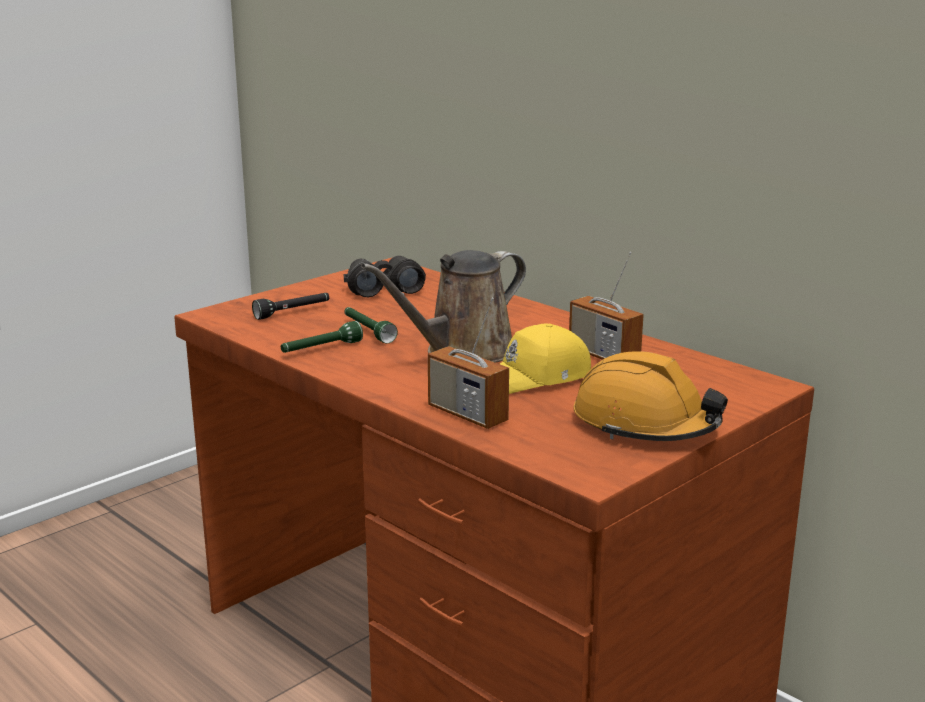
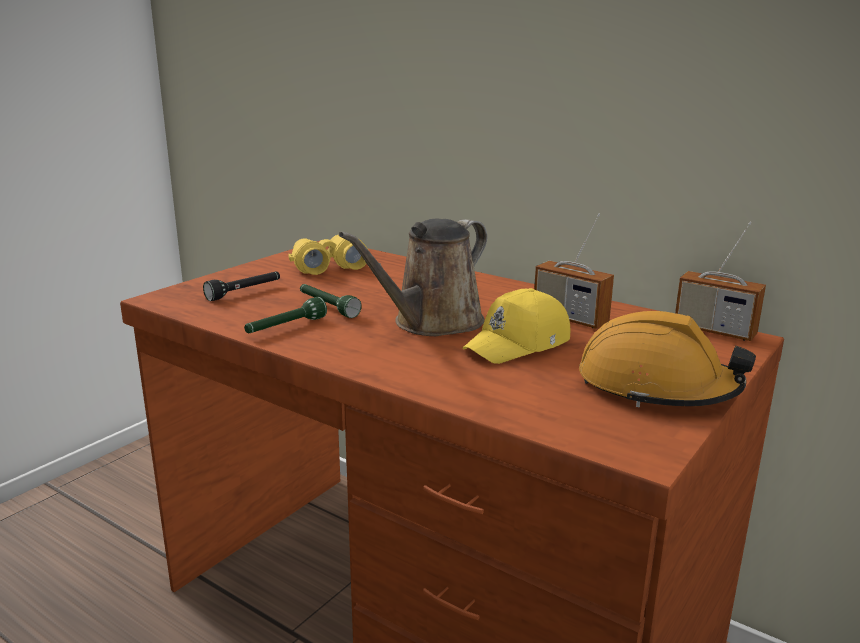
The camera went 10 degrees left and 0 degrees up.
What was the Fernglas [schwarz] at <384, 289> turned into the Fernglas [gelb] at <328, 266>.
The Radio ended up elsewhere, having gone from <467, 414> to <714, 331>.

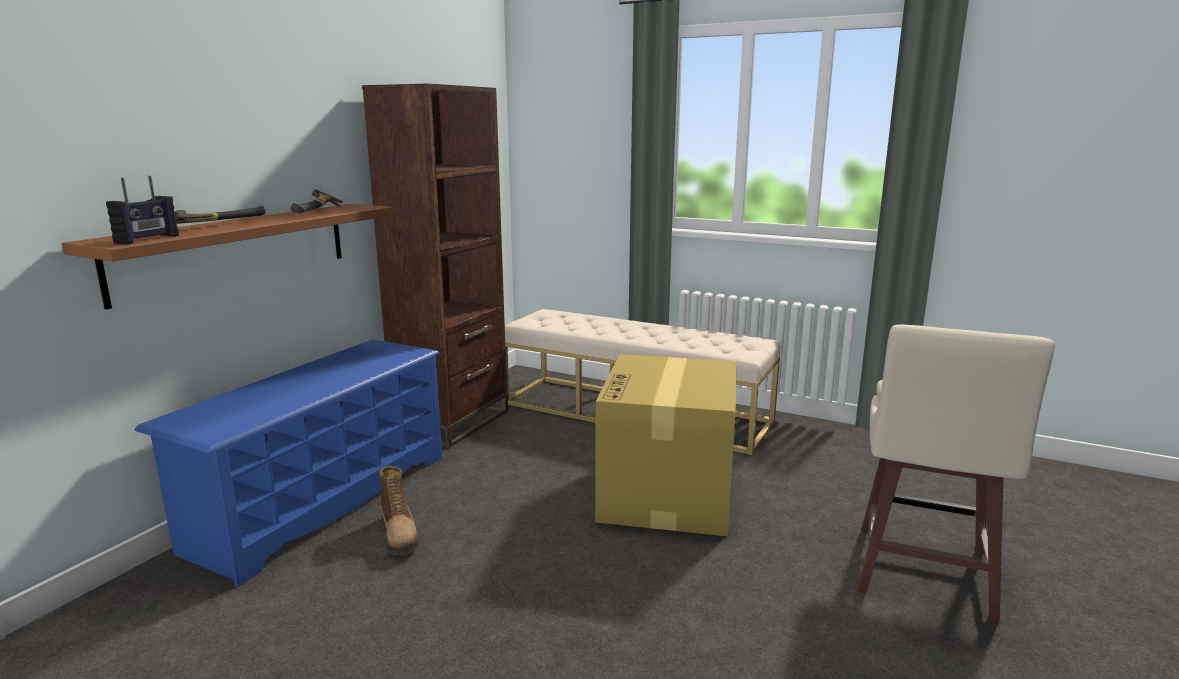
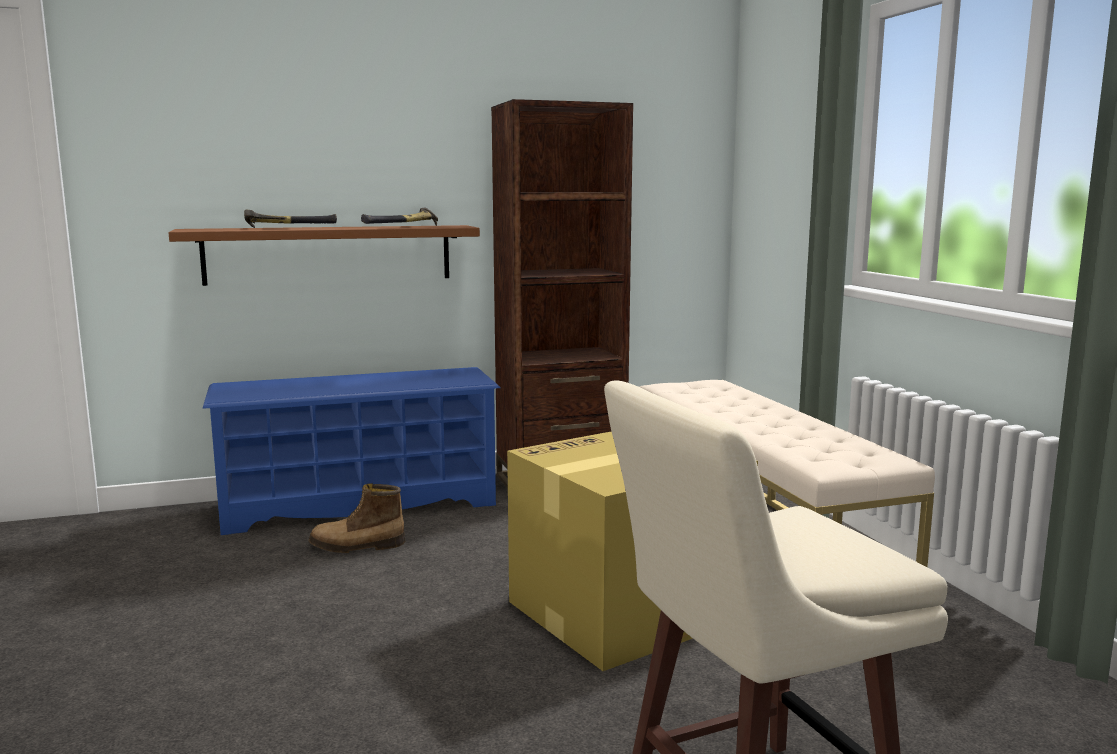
The camera went 45 degrees right and 5 degrees down.
The second view lost the Radio at <148, 239>.
The Stiefel at <400, 536> ended up facing another way, 60 degrees clockwise from before.

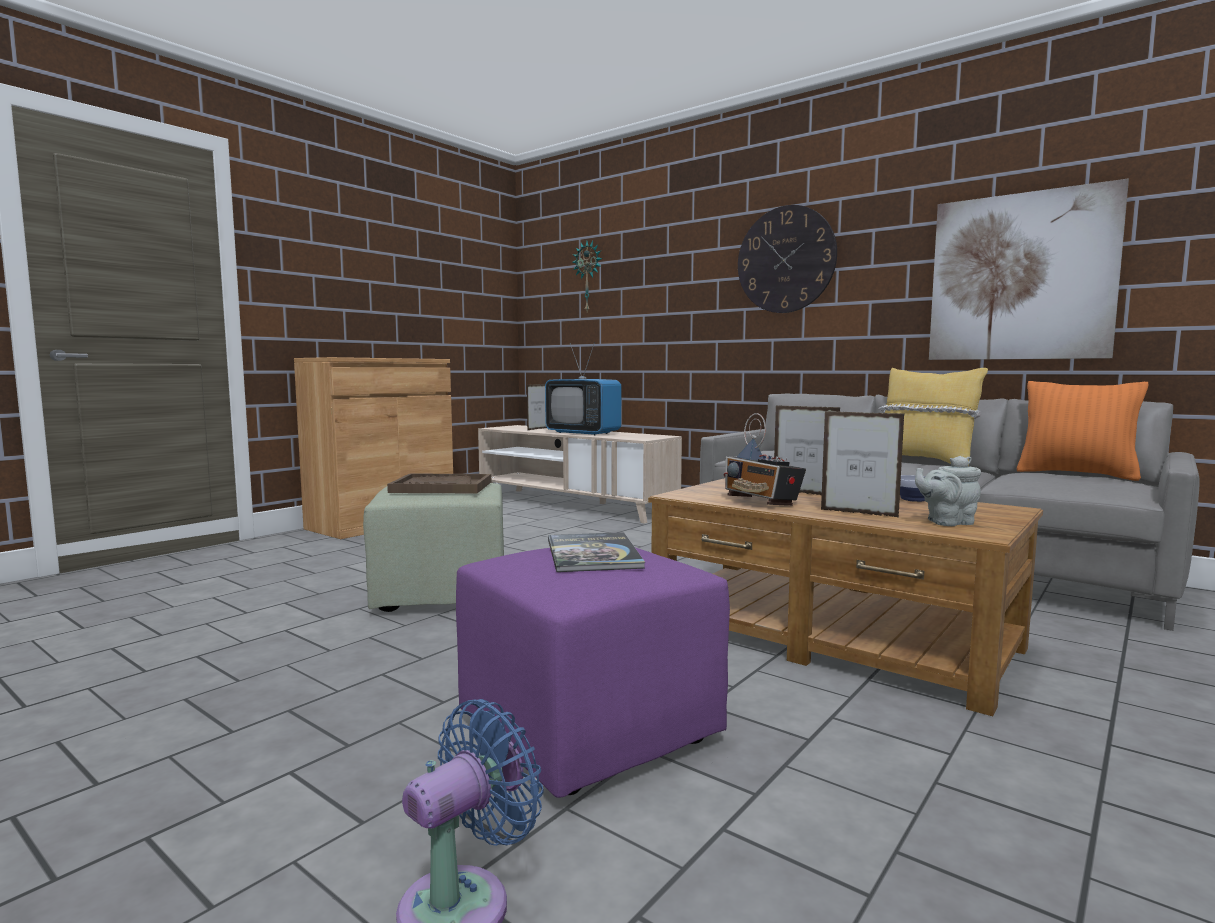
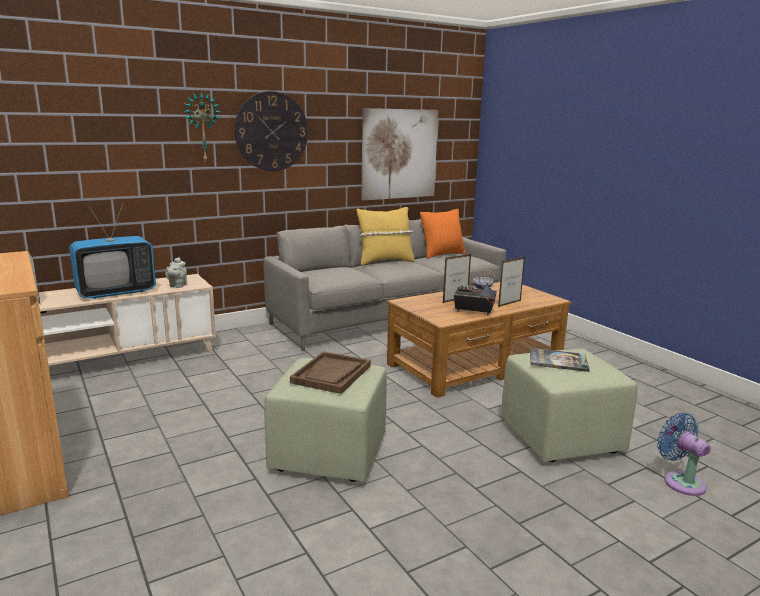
The camera went 70 degrees left and 10 degrees up.
The Wanduhr ended up elsewhere, having gone from <588, 277> to <202, 127>.
The Radio at <761, 502> ended up facing another way, 150 degrees counterclockwise from before.
The Teekanne [grau] ended up elsewhere, having gone from <947, 522> to <177, 286>.
What was the Polsterhocker [lila] at <585, 730> turned into the Polsterhocker [grün] at <559, 438>.

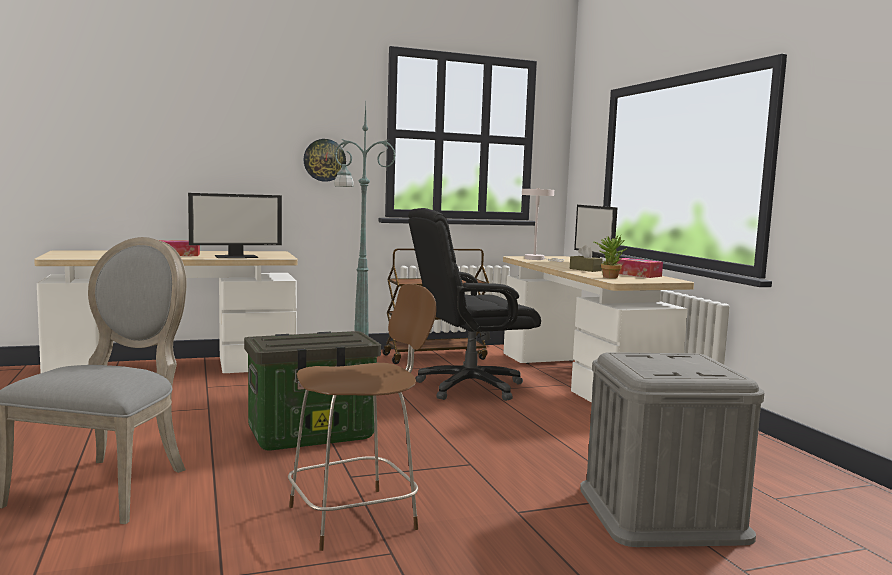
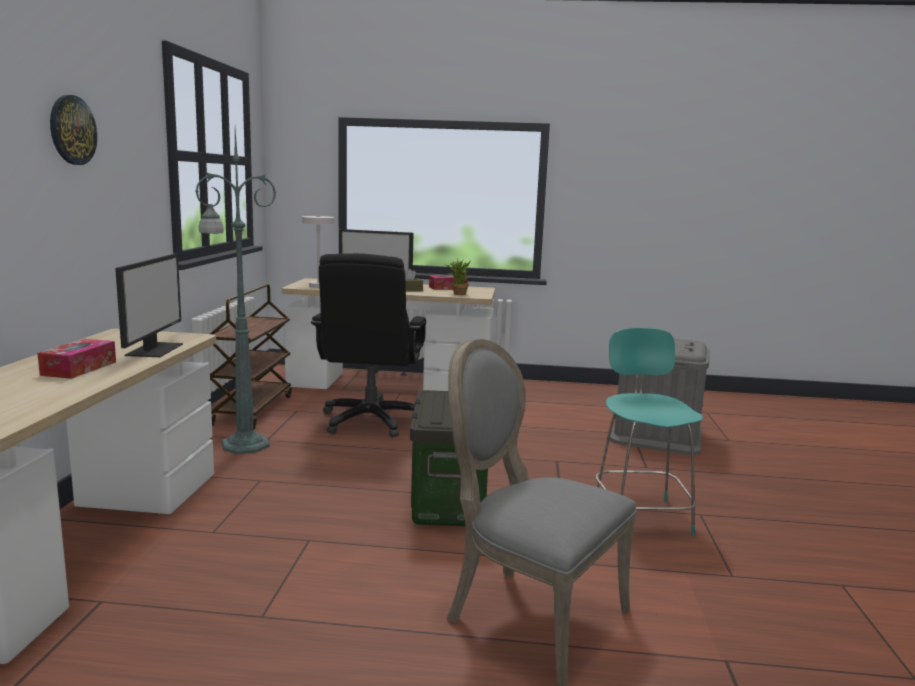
The camera went 65 degrees left and 5 degrees up.
The Wanduhr ended up elsewhere, having gone from <324, 160> to <72, 130>.
What was the Stuhl [braun] at <357, 517> turned into the Stuhl [türkis] at <640, 514>.

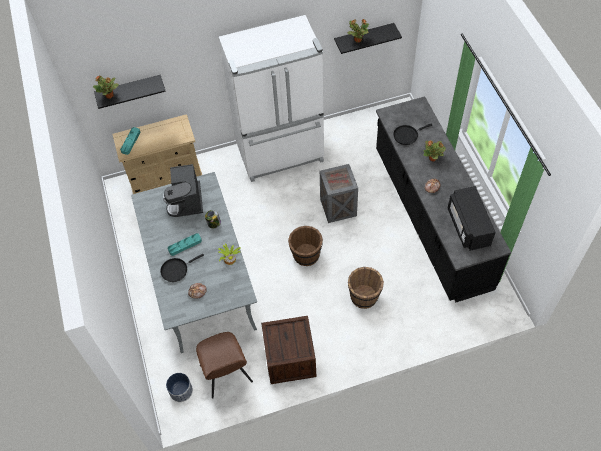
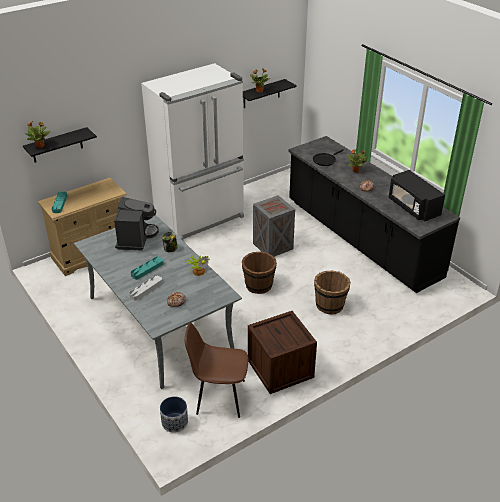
The camera went 20 degrees left and 20 degrees down.
The Kaffeemaschine at <187, 201> ended up facing another way, 150 degrees counterclockwise from before.
Where the Pfanne [schwarz] stood at <176, 270>, the Tablett [grau] came to stand at <146, 289>.
The Stuhl [braun] at <226, 375> ended up facing another way, 135 degrees clockwise from before.

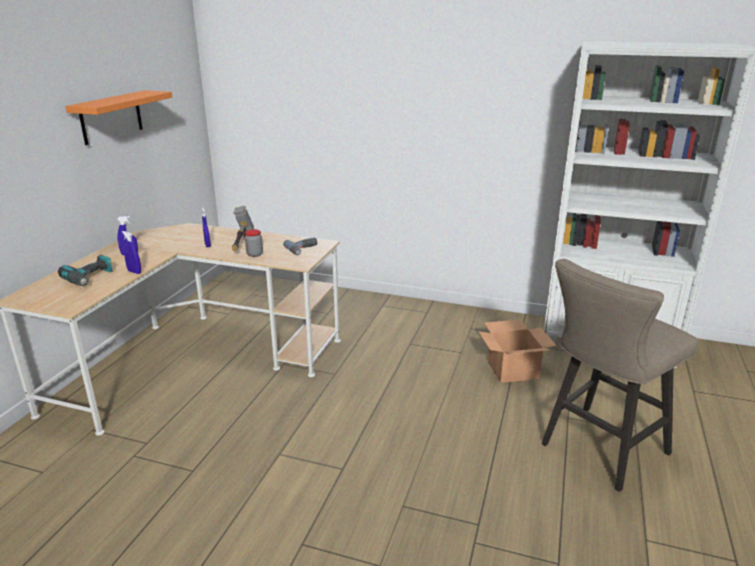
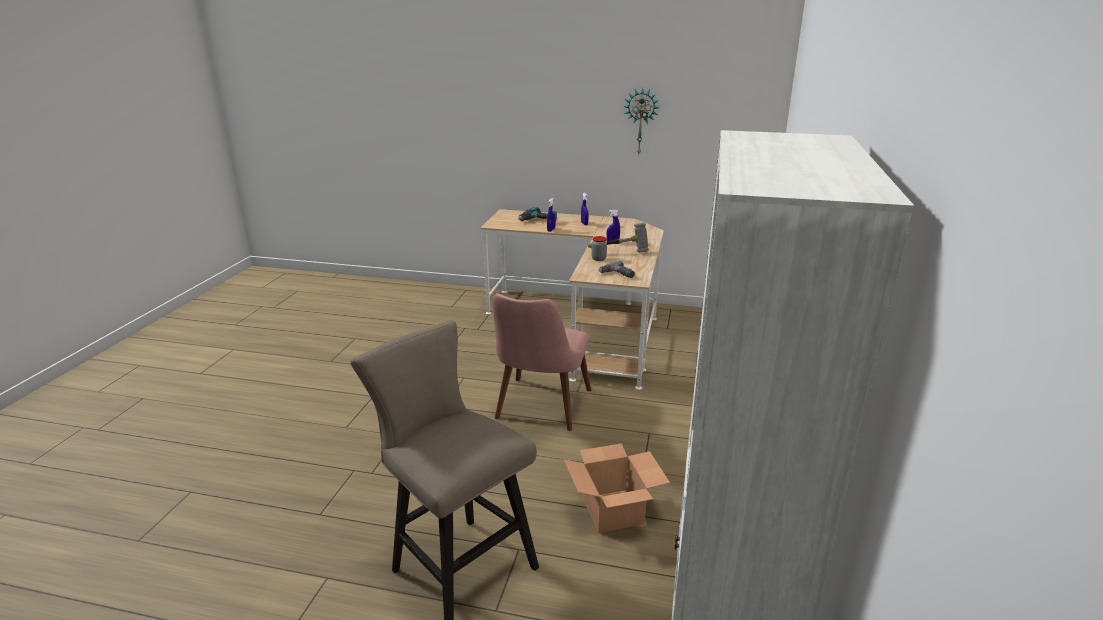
The camera went 85 degrees right and 0 degrees up.
Where the Wandregal [orange] hung at <111, 117>, the Wanduhr came to hang at <640, 121>.
The second view gained the Stuhl [rosa] at <539, 410>.

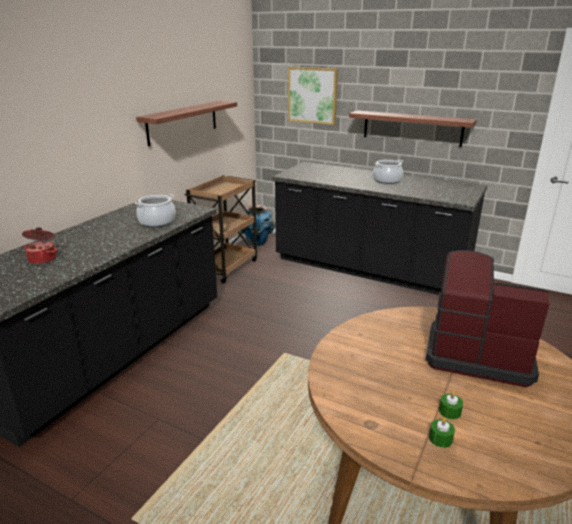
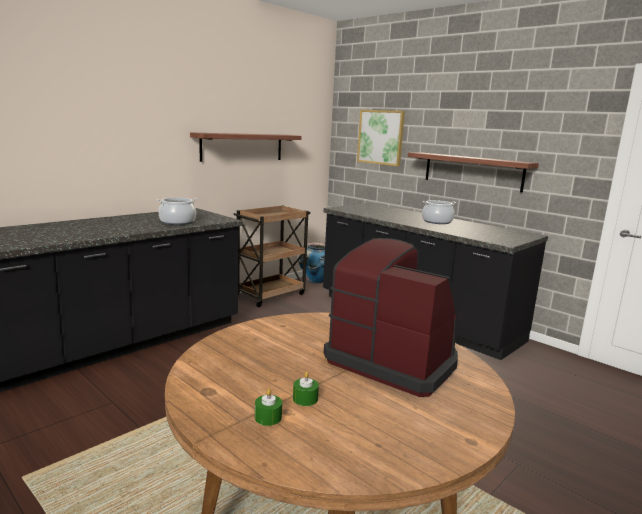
The camera went 15 degrees right and 10 degrees down.
The second view lost the Kochtopf at <43, 259>.

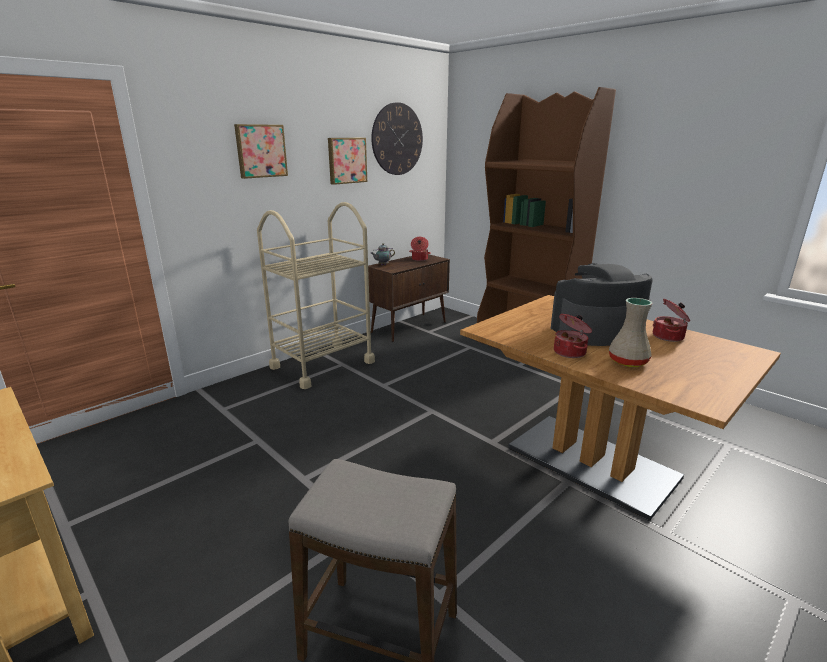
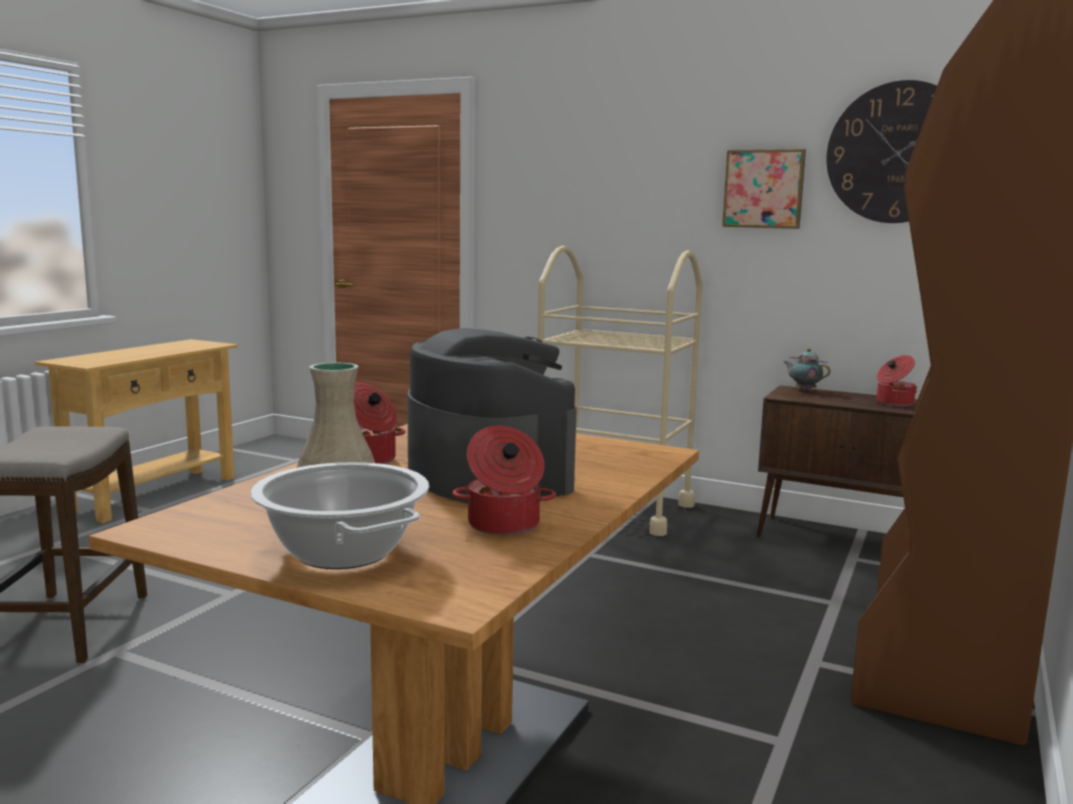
The camera went 70 degrees right and 10 degrees down.
The second view lost the Bild at <260, 151>.
The second view gained the Kochtopf at <342, 551>.

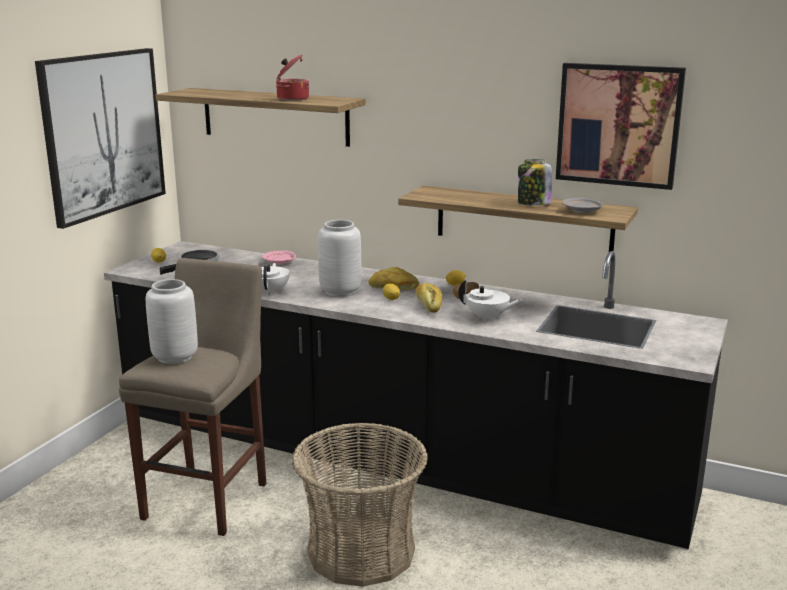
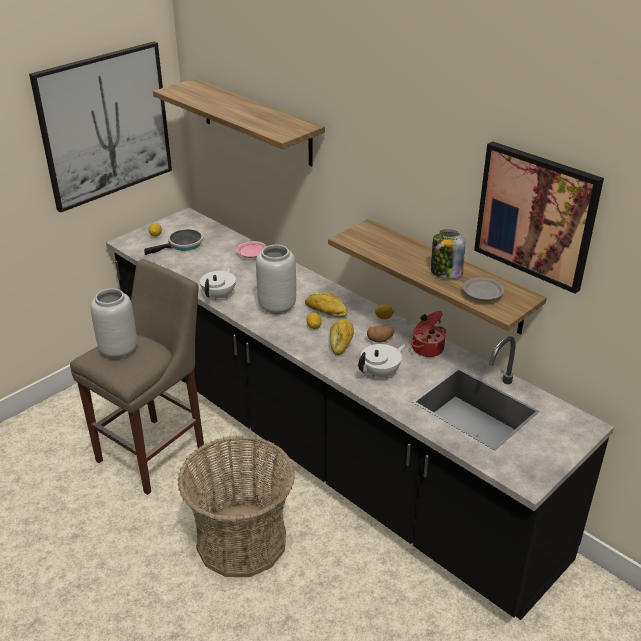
The camera went 20 degrees right and 15 degrees up.
The Kochtopf ended up elsewhere, having gone from <292, 98> to <427, 348>.
The Teekanne [weiß] at <487, 318> ended up facing another way, 75 degrees counterclockwise from before.

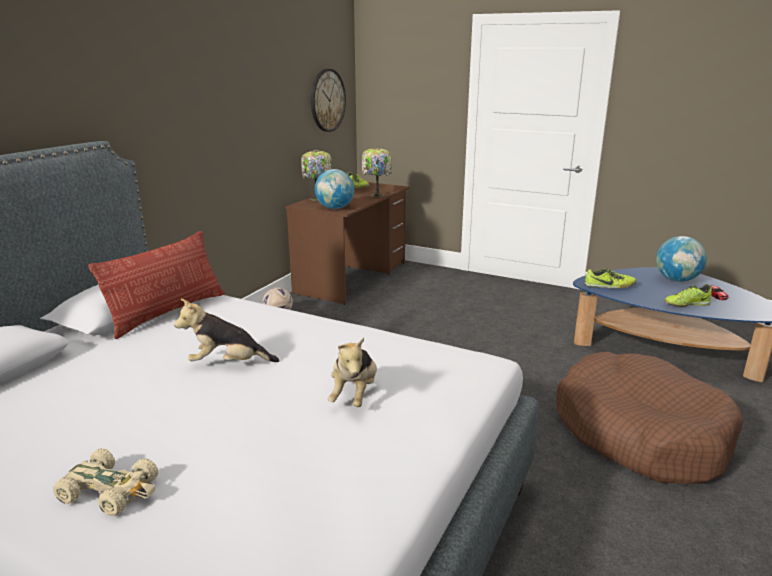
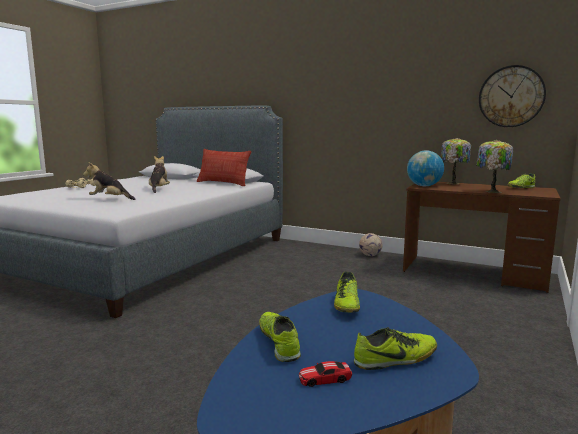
The camera went 90 degrees right and 10 degrees down.
Where the Globus stood at <676, 280>, the Schuh came to stand at <396, 359>.
The second view lost the Hundebett [braun] at <639, 433>.

